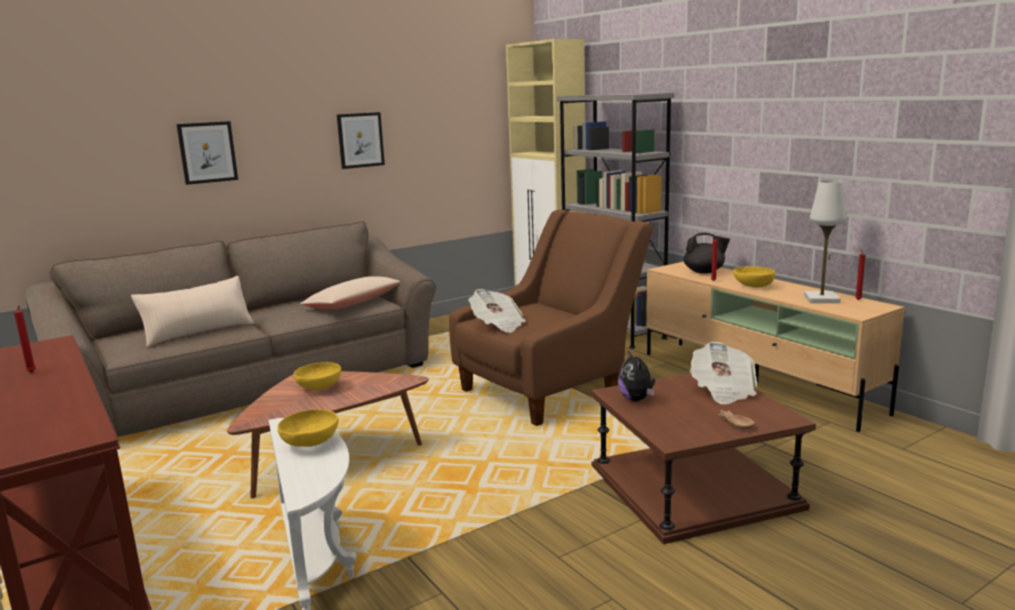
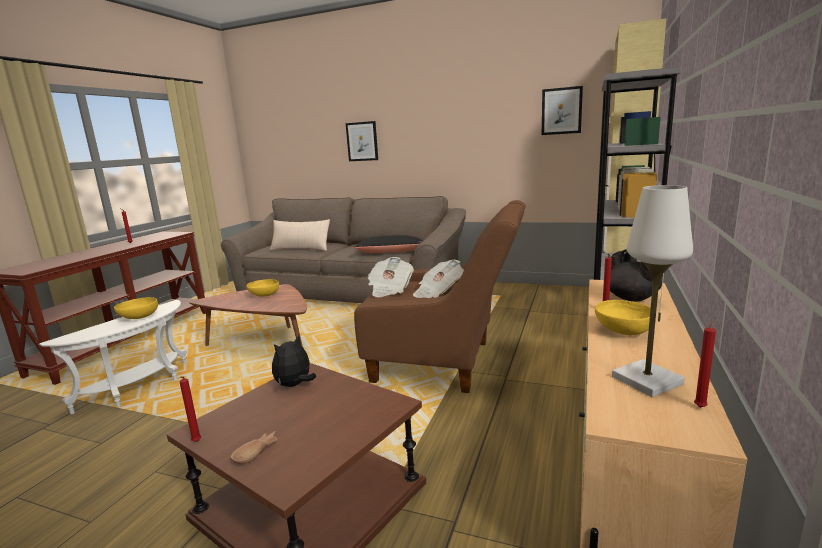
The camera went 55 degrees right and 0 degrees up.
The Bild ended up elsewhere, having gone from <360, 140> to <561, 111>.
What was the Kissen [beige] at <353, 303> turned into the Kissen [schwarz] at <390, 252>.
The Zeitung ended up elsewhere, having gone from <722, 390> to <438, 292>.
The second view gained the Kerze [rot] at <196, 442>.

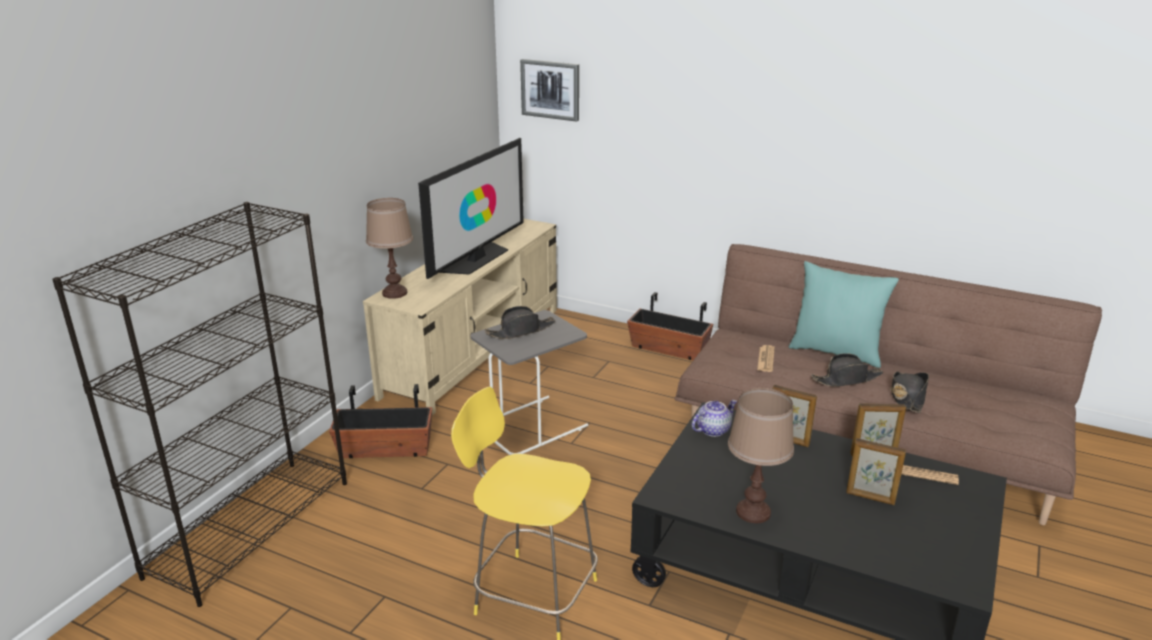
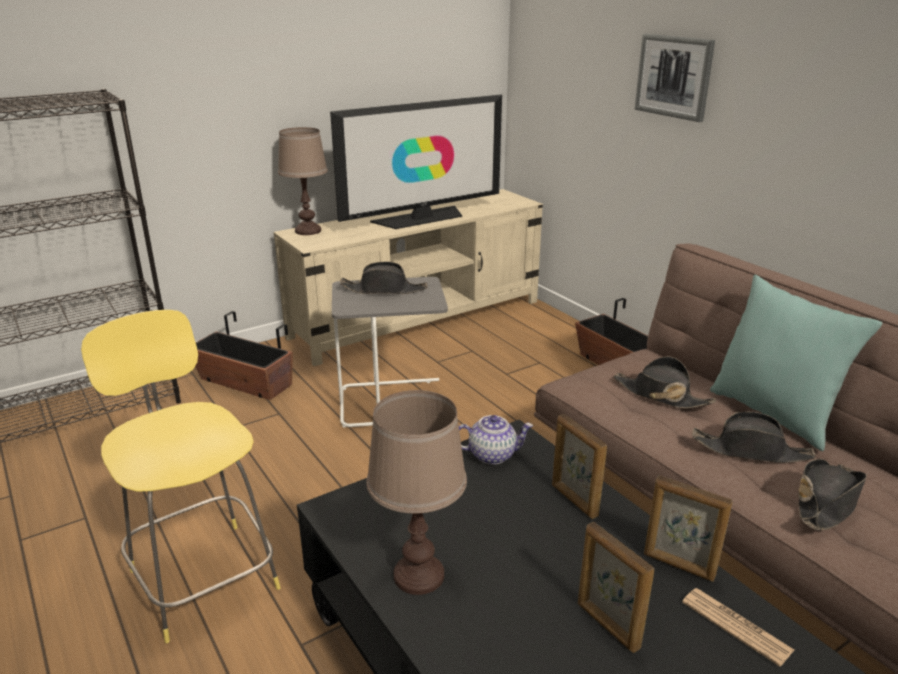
The camera went 30 degrees right and 0 degrees up.
The Bild ended up elsewhere, having gone from <550, 89> to <674, 76>.
Where the Zeitung stood at <766, 359>, the Hut [schwarz] came to stand at <661, 395>.

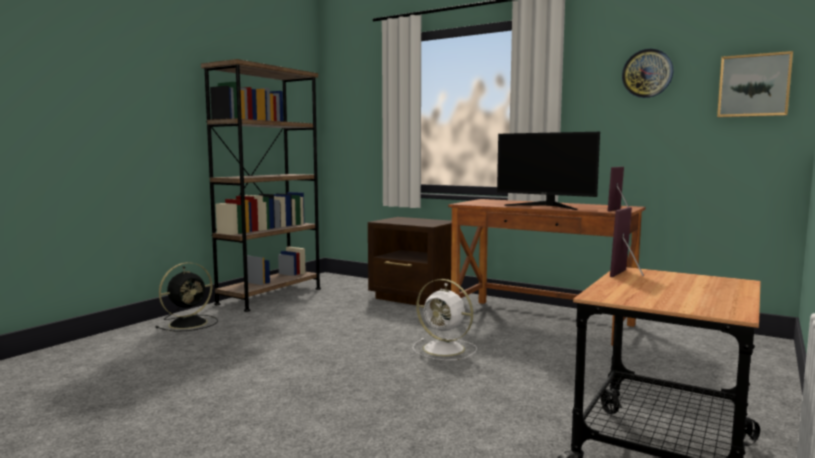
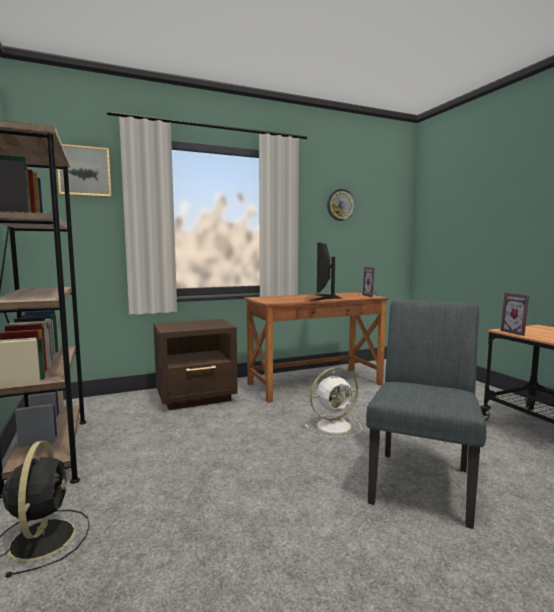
The camera went 55 degrees left and 0 degrees up.
The Bild ended up elsewhere, having gone from <753, 85> to <84, 171>.
The Monitor at <546, 206> ended up facing another way, 120 degrees clockwise from before.
The second view gained the Stuhl [grau] at <422, 480>.

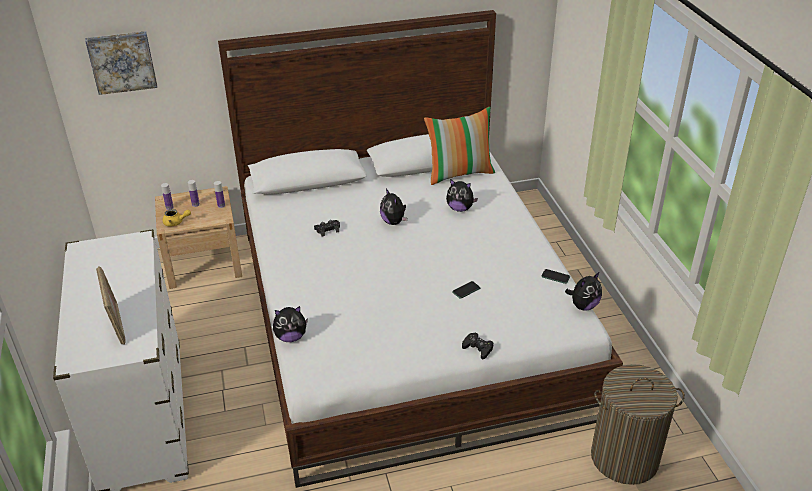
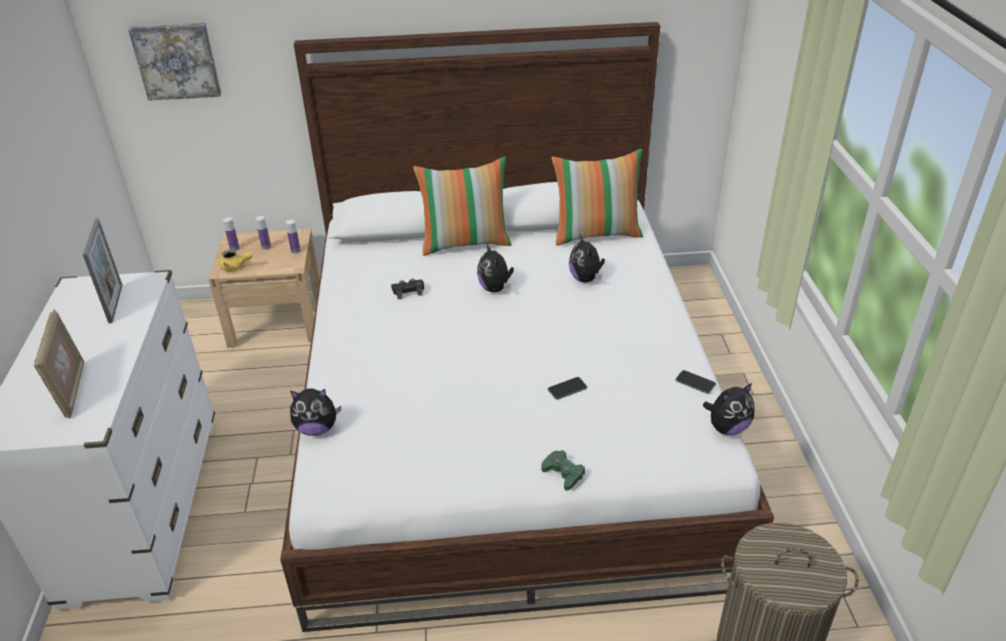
The camera went 10 degrees right and 0 degrees up.
The Plüschtier at <460, 208> ended up facing another way, 45 degrees clockwise from before.
What was the Gamepad [schwarz] at <478, 348> turned into the Gamepad [grün] at <563, 473>.
The second view gained the Kissen at <466, 243>.
The second view gained the Bilderrahmen at <115, 303>.

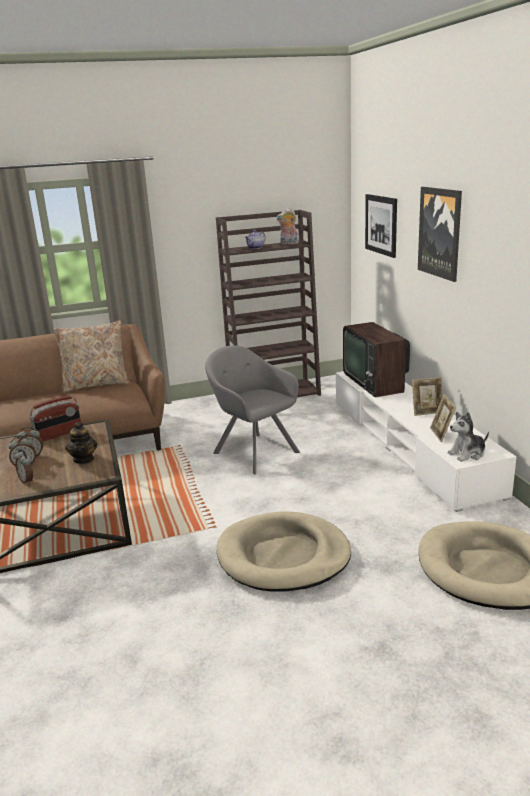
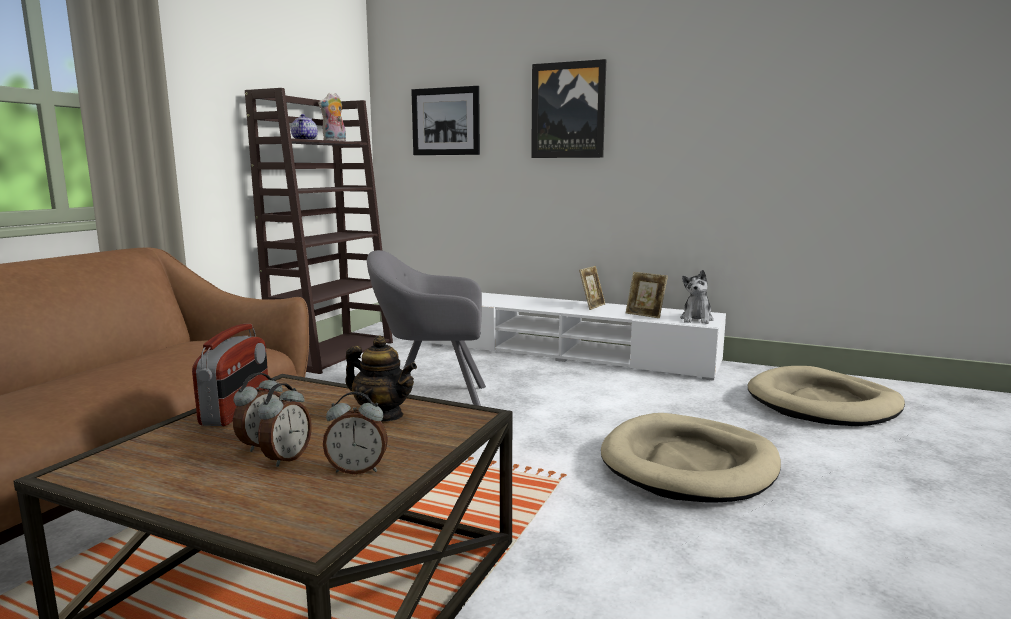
The camera went 50 degrees left and 10 degrees down.
The second view lost the Kissen [beige] at <96, 384>.
The second view lost the Fernseher at <376, 381>.

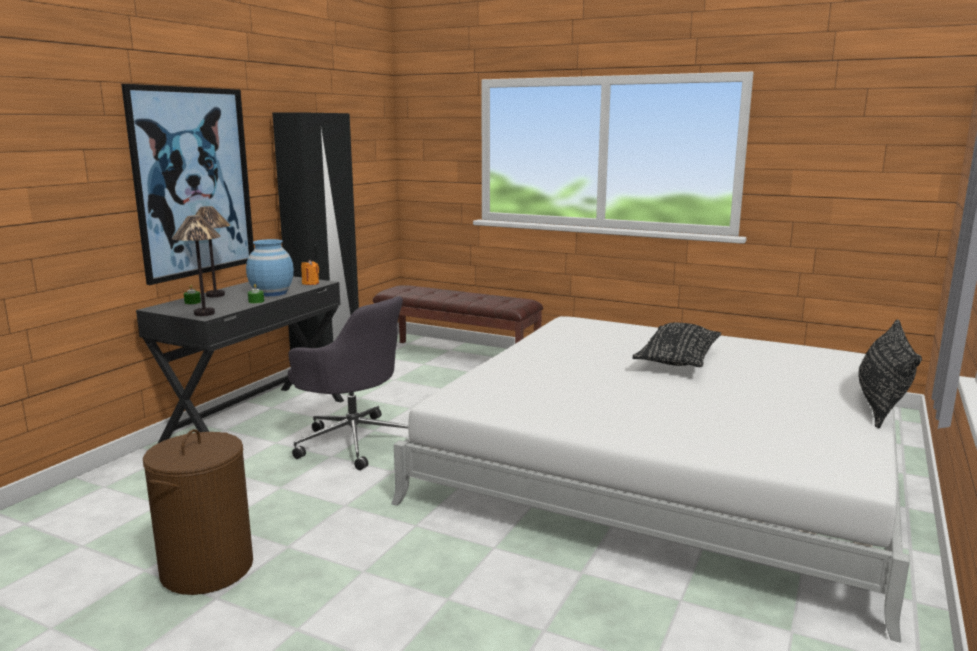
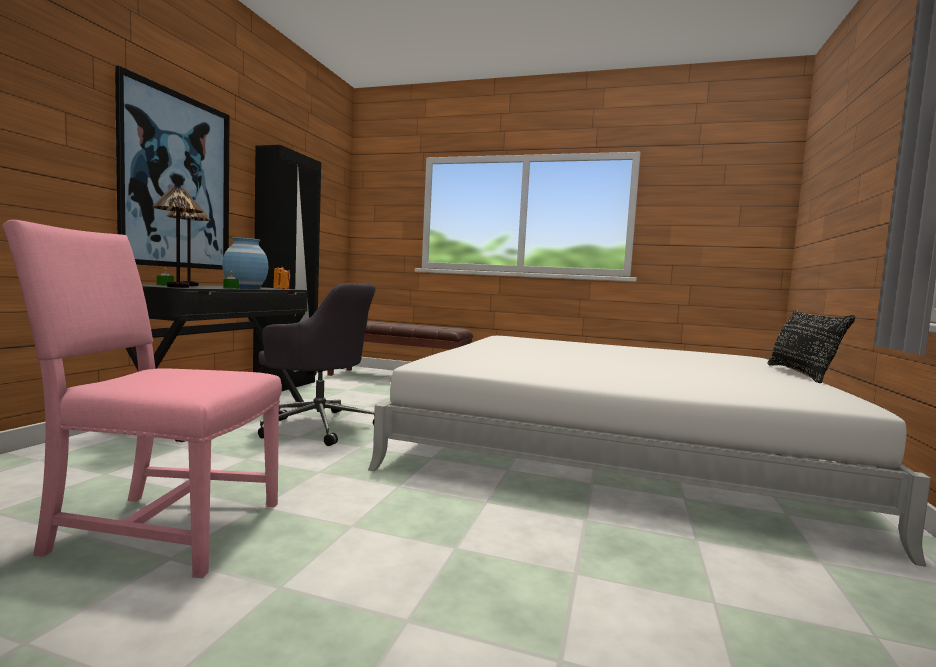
The camera went 10 degrees left and 10 degrees down.
The second view lost the Kissen [schwarz] at <677, 359>.
Where the Wäschekorb [braun] stood at <207, 568>, the Stuhl [rosa] came to stand at <160, 529>.

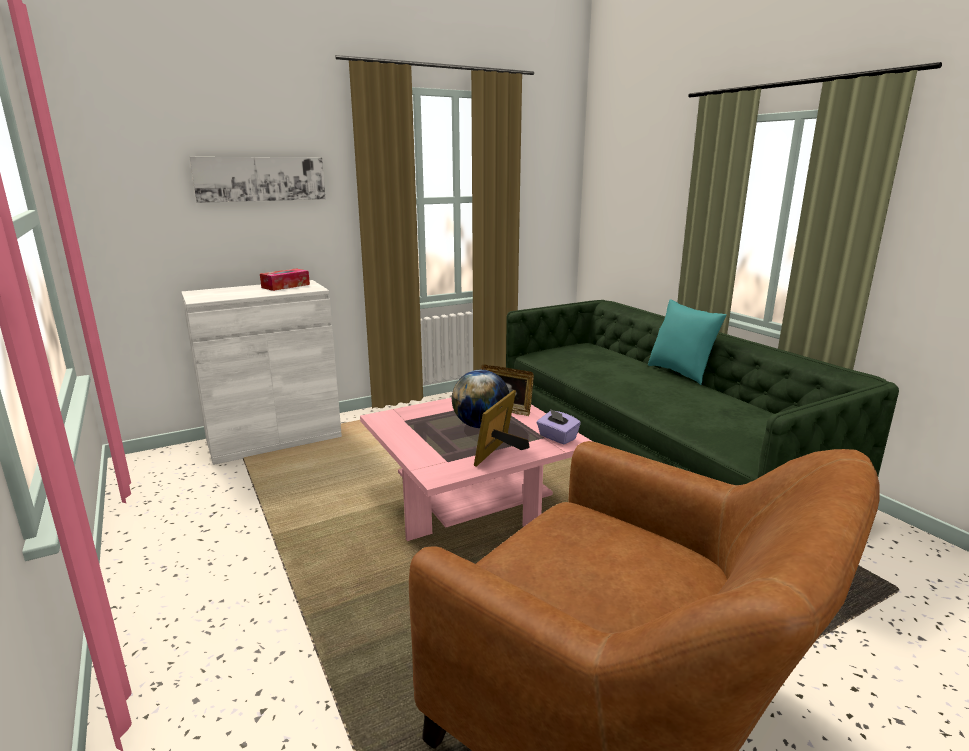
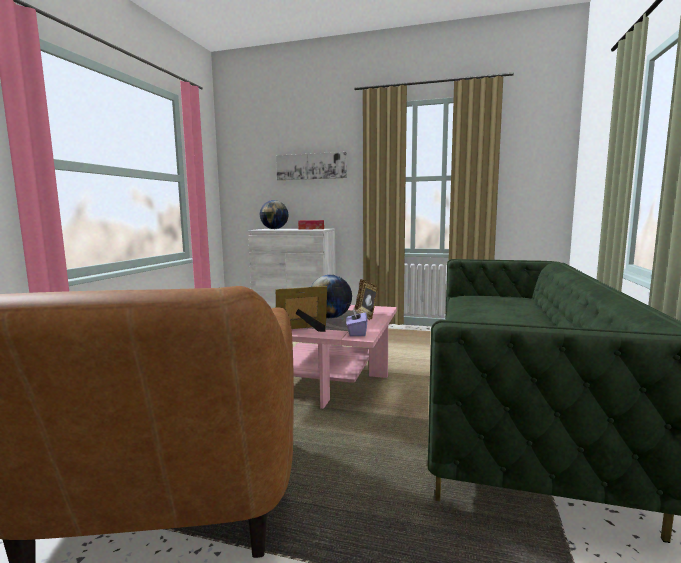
The camera went 45 degrees right and 10 degrees down.
The second view lost the Kissen [türkis] at <680, 373>.
The second view gained the Globus at <274, 229>.

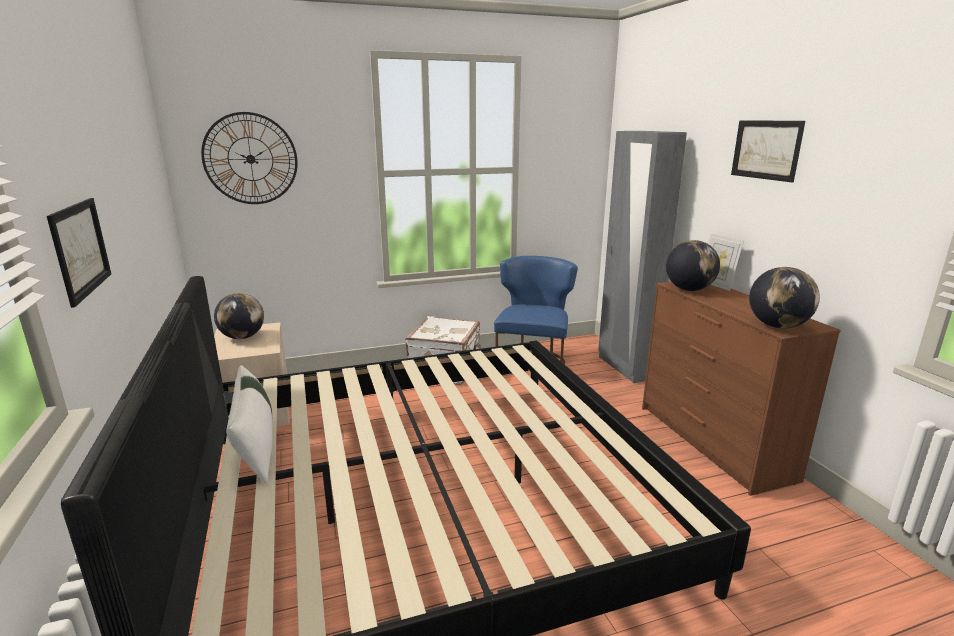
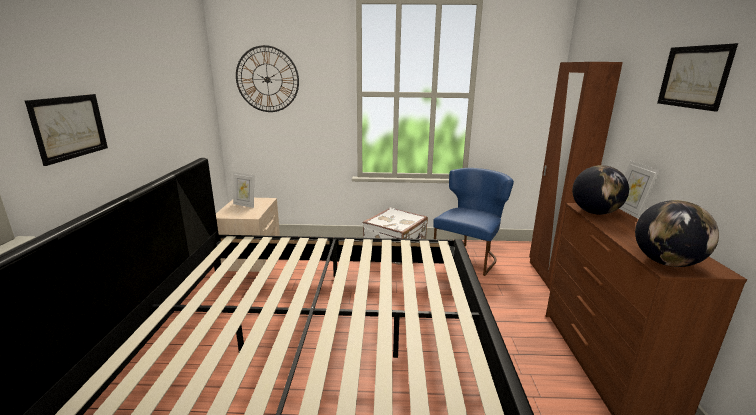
The camera went 20 degrees right and 0 degrees up.
What was the Kleiderschrank [grau] at <625, 368> turned into the Kleiderschrank [braun] at <549, 276>.
Where the Globus stood at <242, 337>, the Bilderrahmen came to stand at <245, 205>.
The second view lost the Kissen [weiß] at <257, 447>.

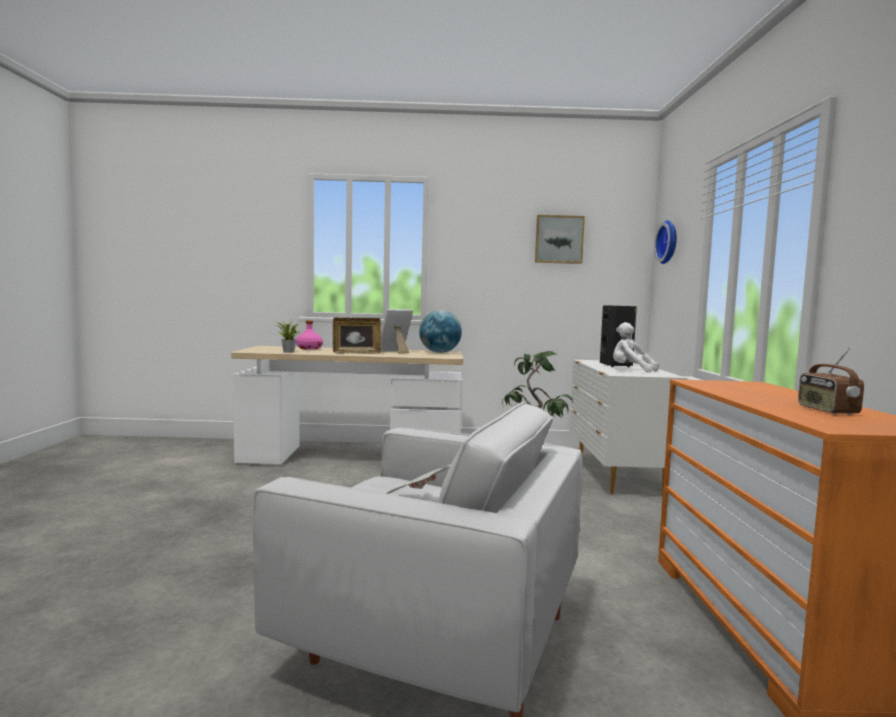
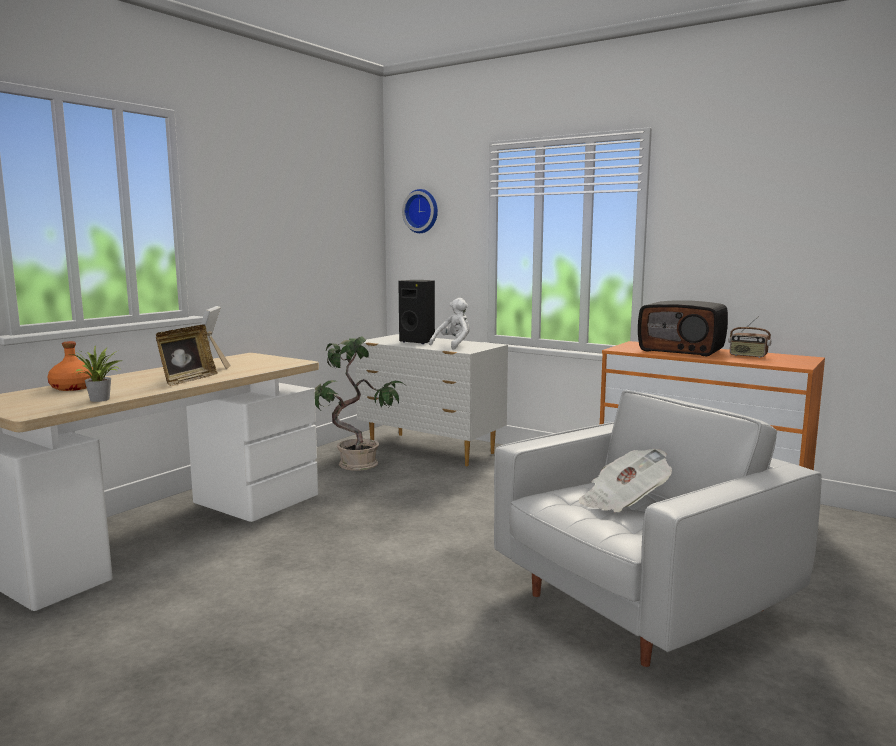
The camera went 55 degrees left and 5 degrees up.
The second view lost the Bild at <559, 239>.
The second view lost the Globus at <439, 352>.
What was the Flasche [rosa] at <309, 348> turned into the Flasche [orange] at <72, 388>.
The Plüschtier [weiß] at <631, 370> ended up facing another way, 150 degrees clockwise from before.
The second view gained the Radio at <682, 350>.

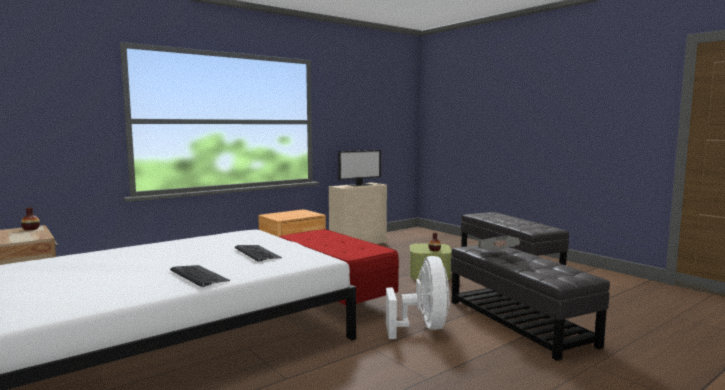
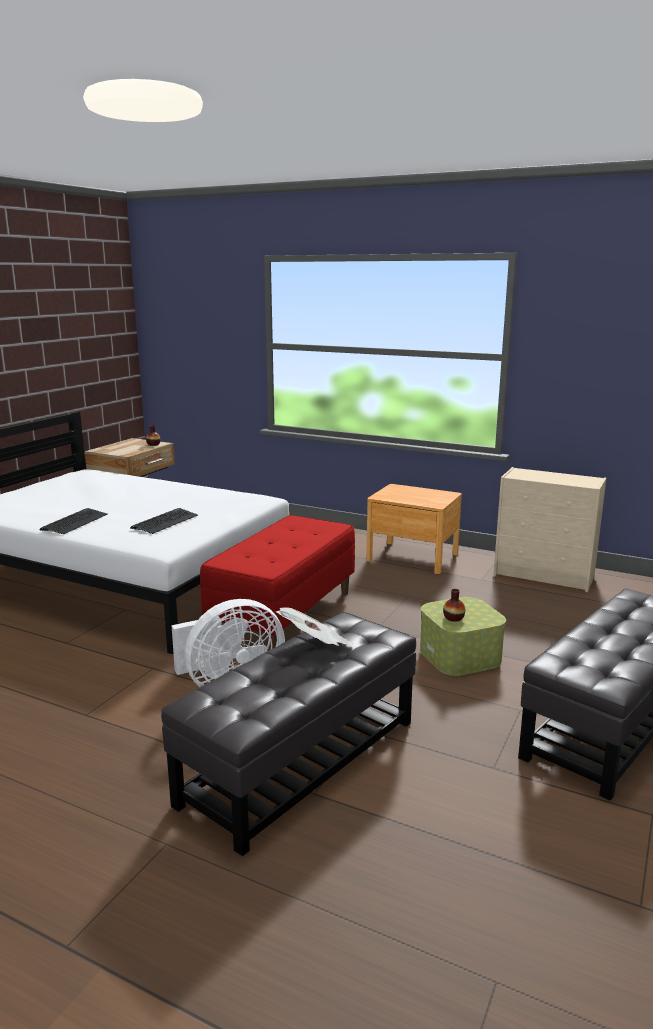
The camera went 65 degrees right and 10 degrees up.
The second view lost the Monitor at <360, 184>.

